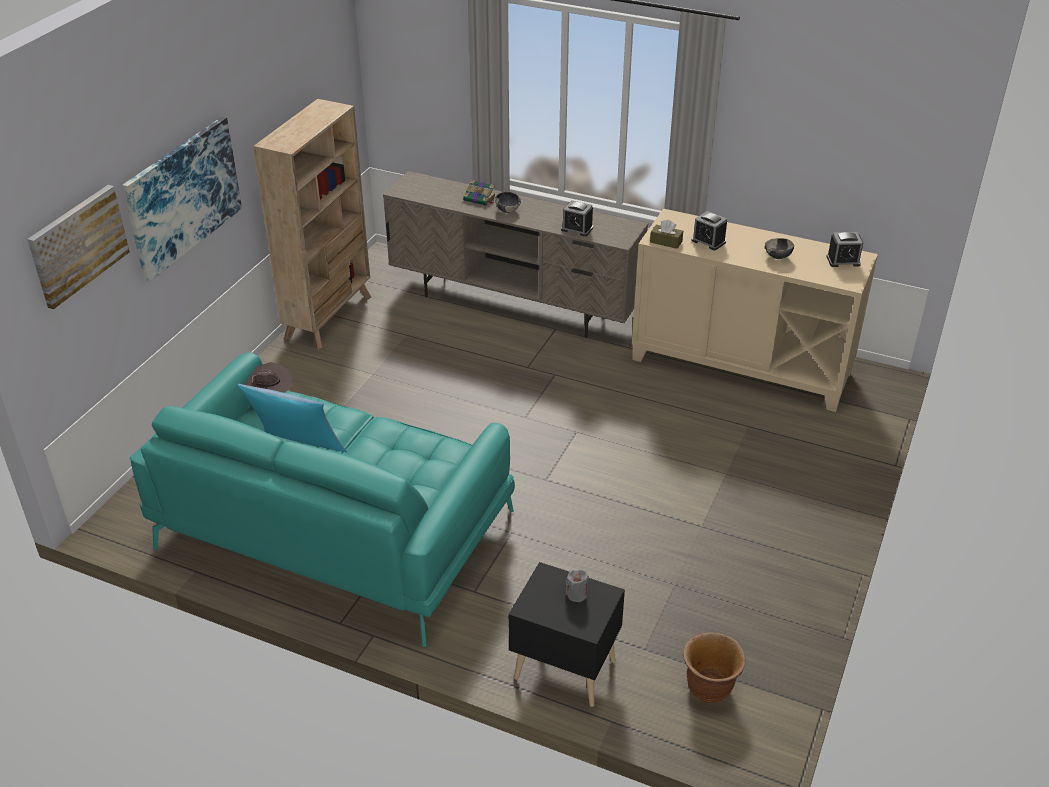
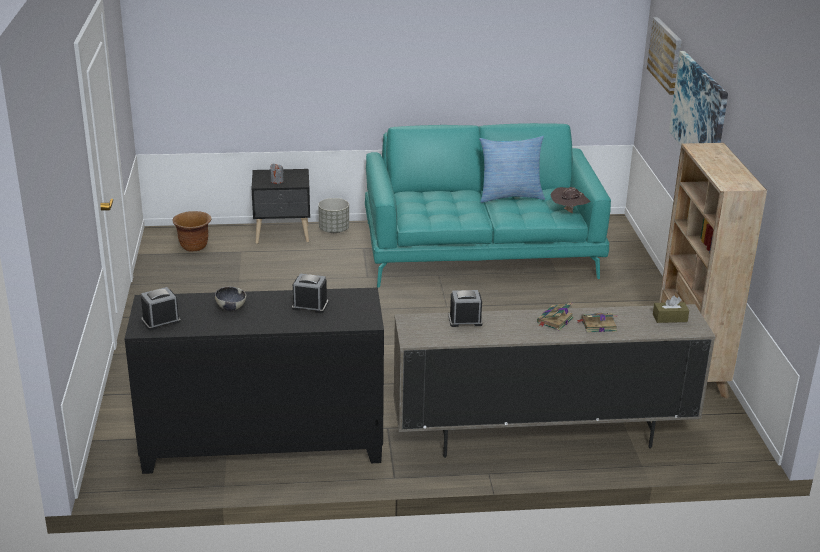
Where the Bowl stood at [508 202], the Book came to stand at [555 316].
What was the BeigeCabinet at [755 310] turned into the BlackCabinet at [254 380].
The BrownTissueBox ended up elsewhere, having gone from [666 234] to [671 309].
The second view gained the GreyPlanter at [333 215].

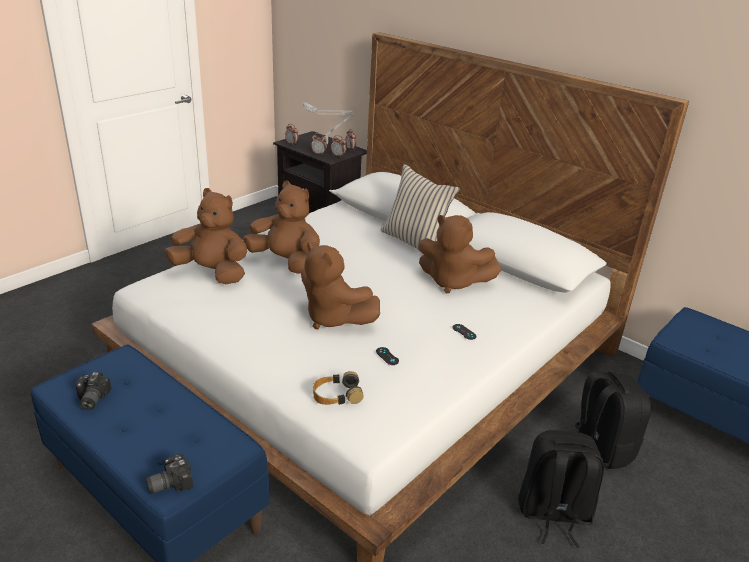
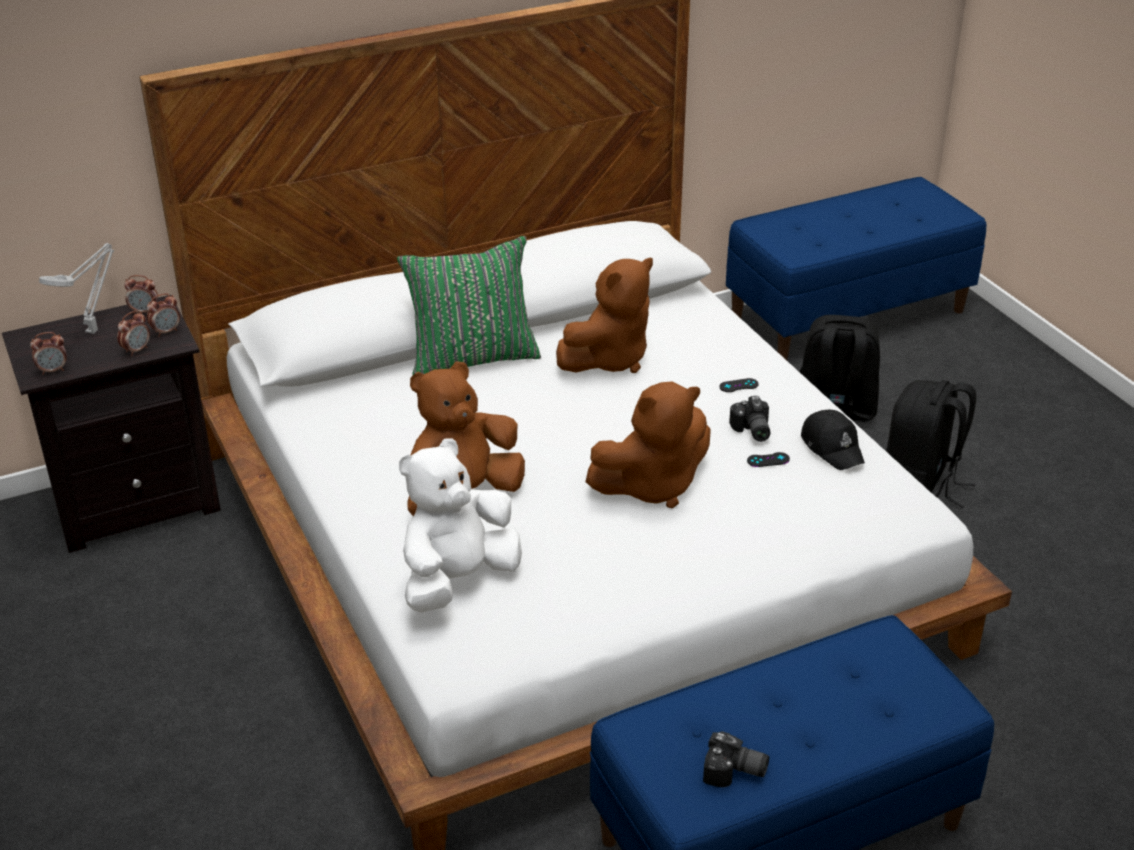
What was the BeigePillow at [420 207] turned into the GreenPillow at [469 305].
What was the BrownPlushToy at [205 236] turned into the WhitePlushToy at [460 525].
The second view lost the Headphones at [338 388].
The PhotoCamera ended up elsewhere, having gone from [169 474] to [749 419].
The second view gained the BlackCap at [833 440].

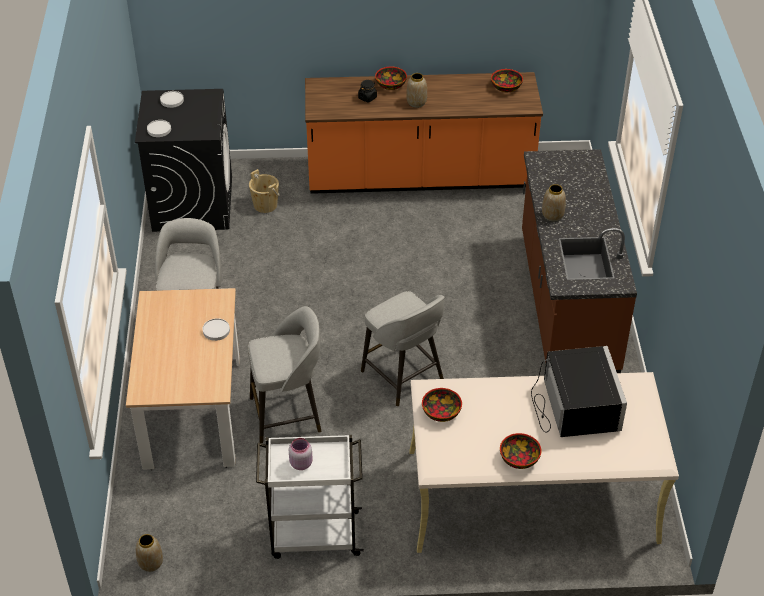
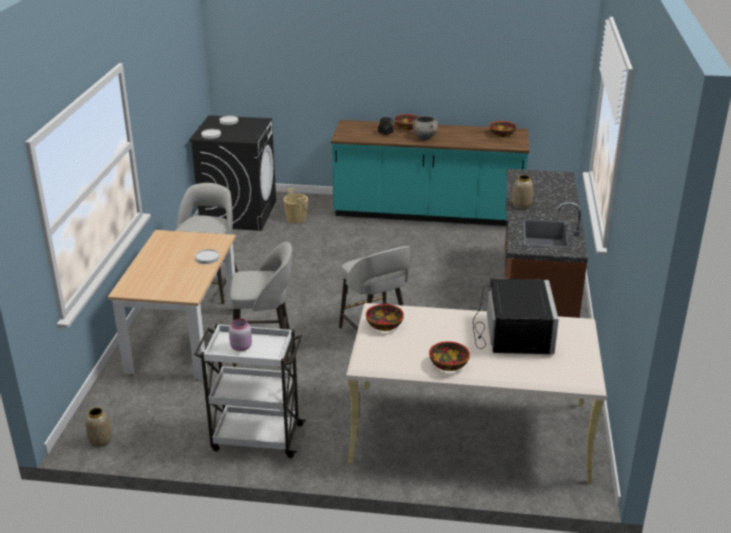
What was the OrangeCounter at [424 133] turned into the TurquoiseCounter at [430 173].
Where the Vase stood at [416 90], the GreyBowl came to stand at [425 128].

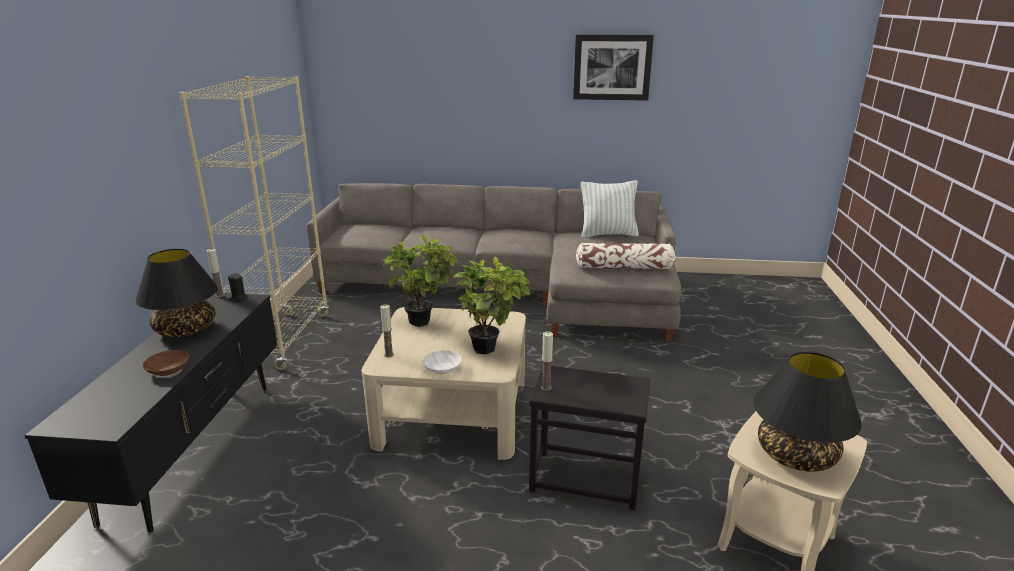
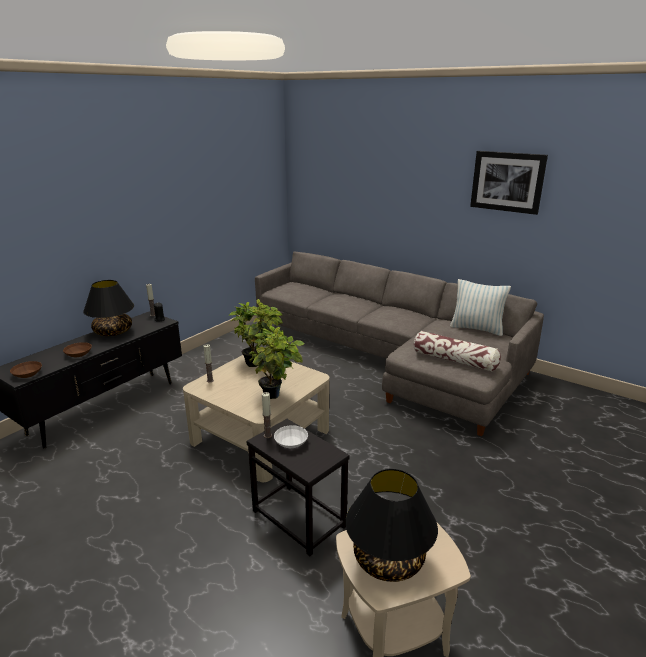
The second view lost the BeigeBookcase at [254 223].
The WhiteBowl ended up elsewhere, having gone from [442 362] to [291 436].
The second view gained the BrownBowl at [26 369].

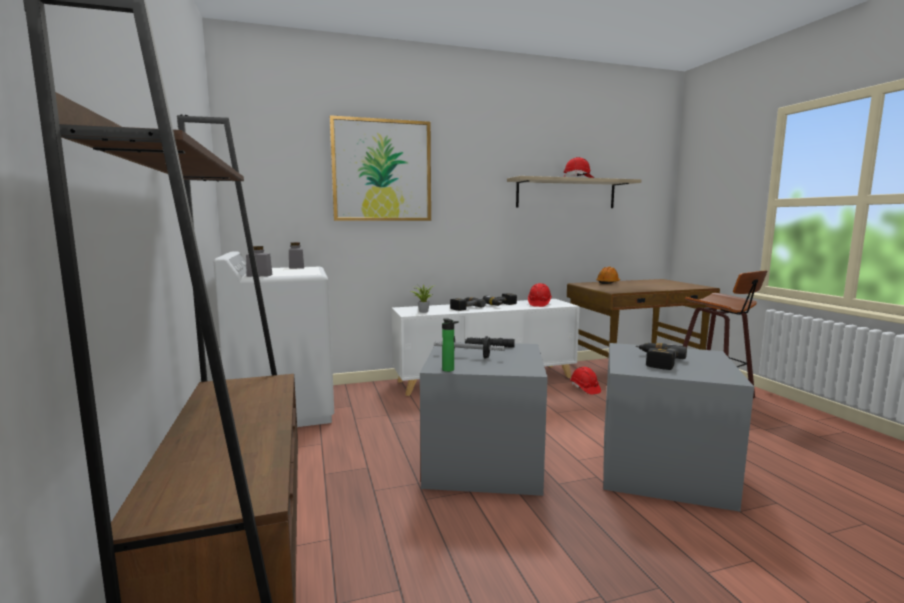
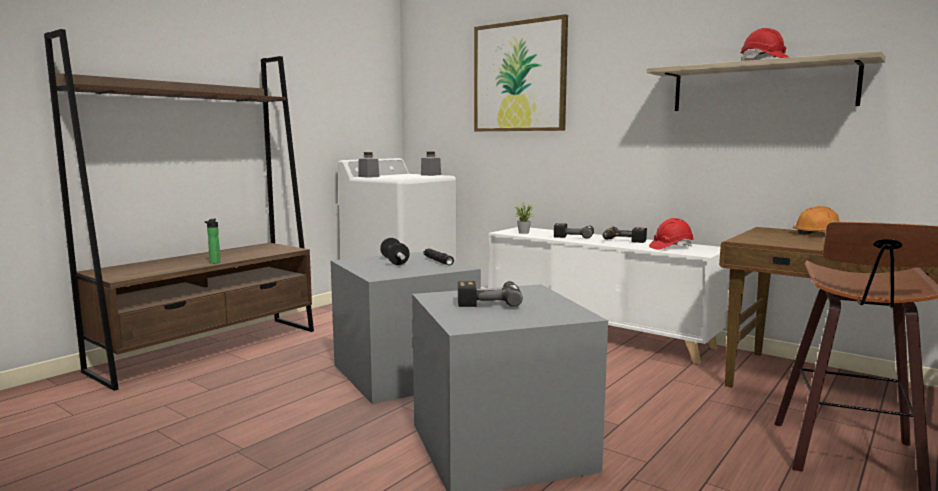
The Bottle ended up elsewhere, having gone from [450 345] to [213 241].
The second view lost the RedHardHat at [585 381].

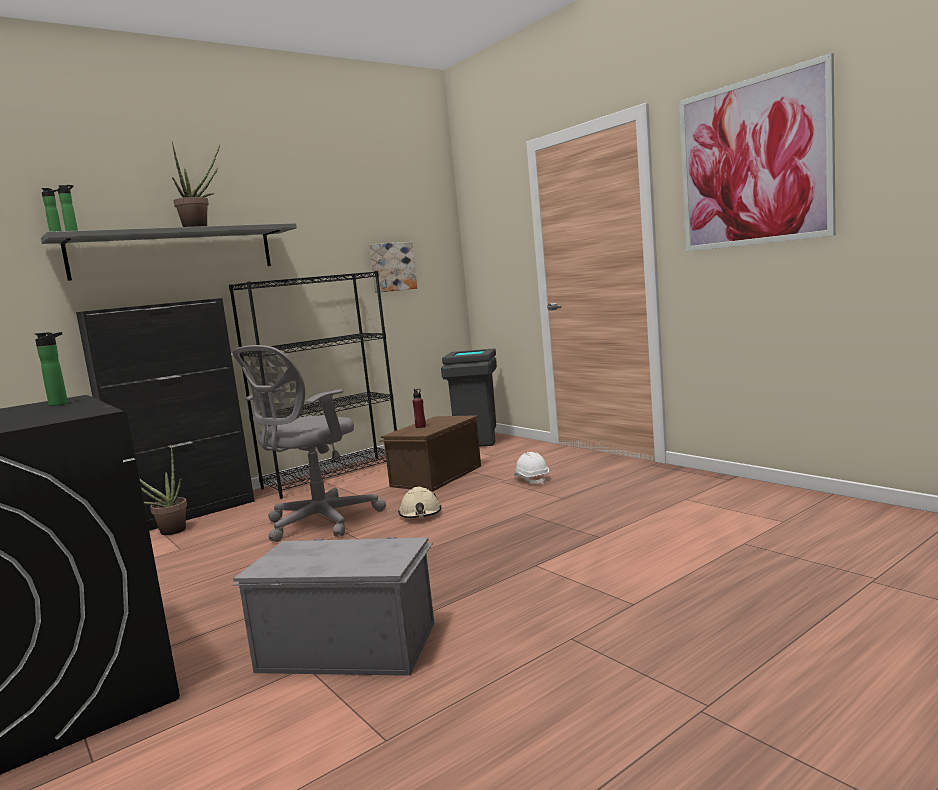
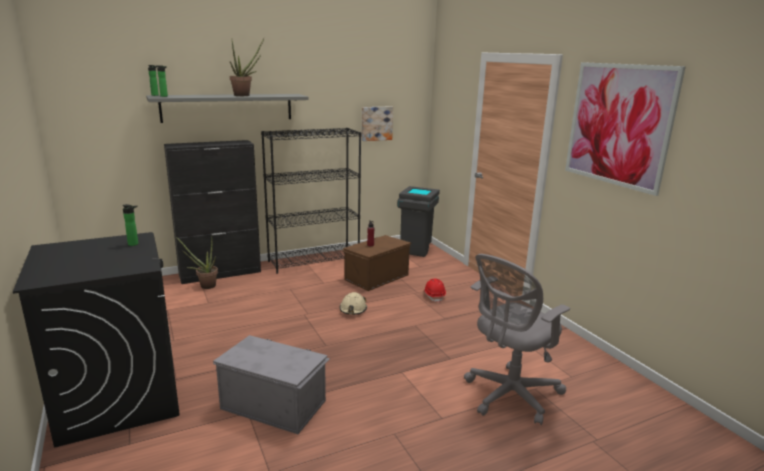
The GreyOfficeChair ended up elsewhere, having gone from [309 443] to [517 339].
What was the WhiteHardHat at [531 468] turned into the RedHardHat at [434 291].

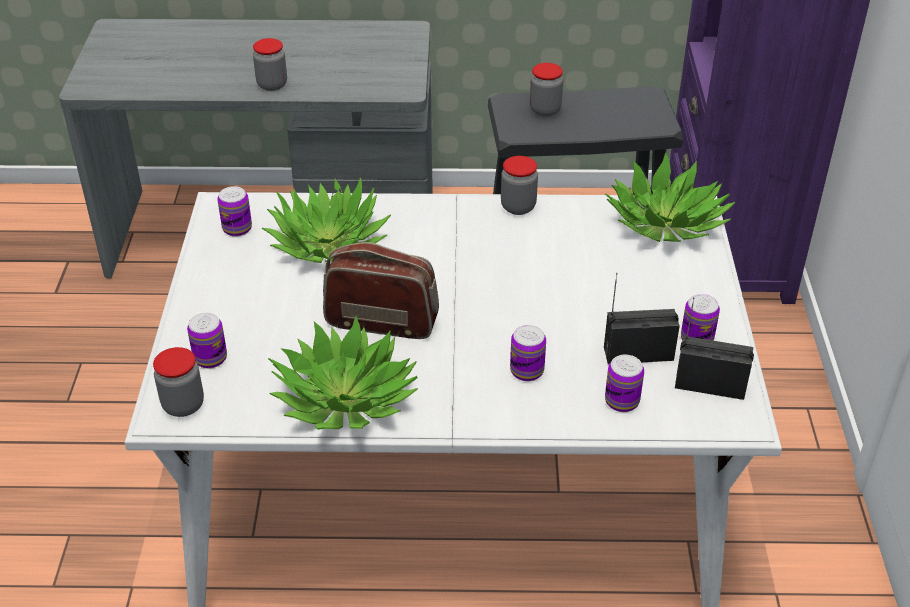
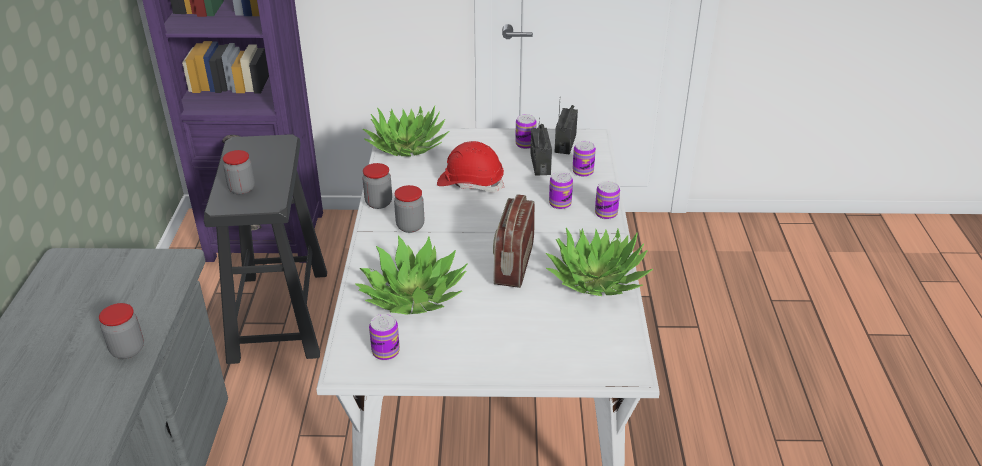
The Can ended up elsewhere, having gone from [207 341] to [607 200].
The Jar ended up elsewhere, having gone from [178 382] to [409 209].
The second view gained the RedHardHat at [470 166].

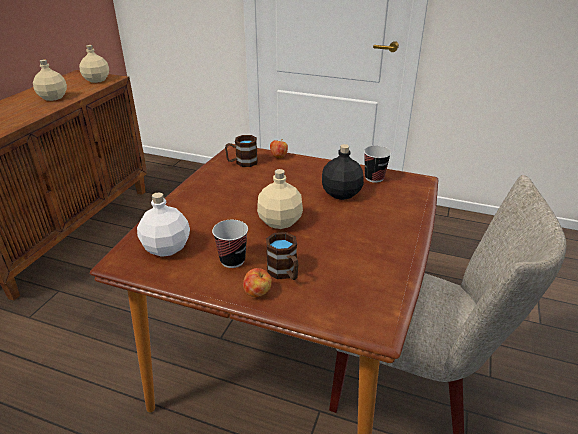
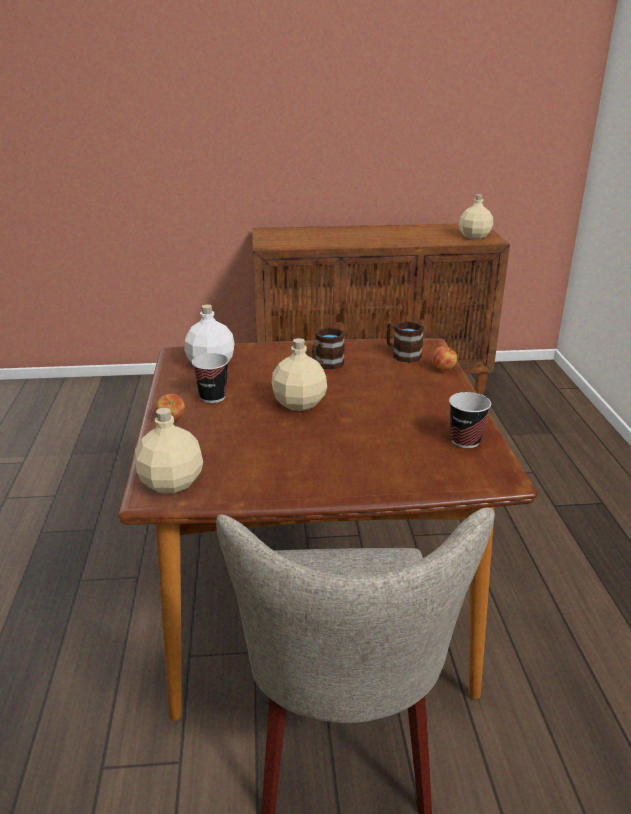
The BeigeBottle ended up elsewhere, having gone from [50 80] to [169 451].
The second view lost the BlackBottle at [343 172].
The BrownMug ended up elsewhere, having gone from [282 256] to [328 348].

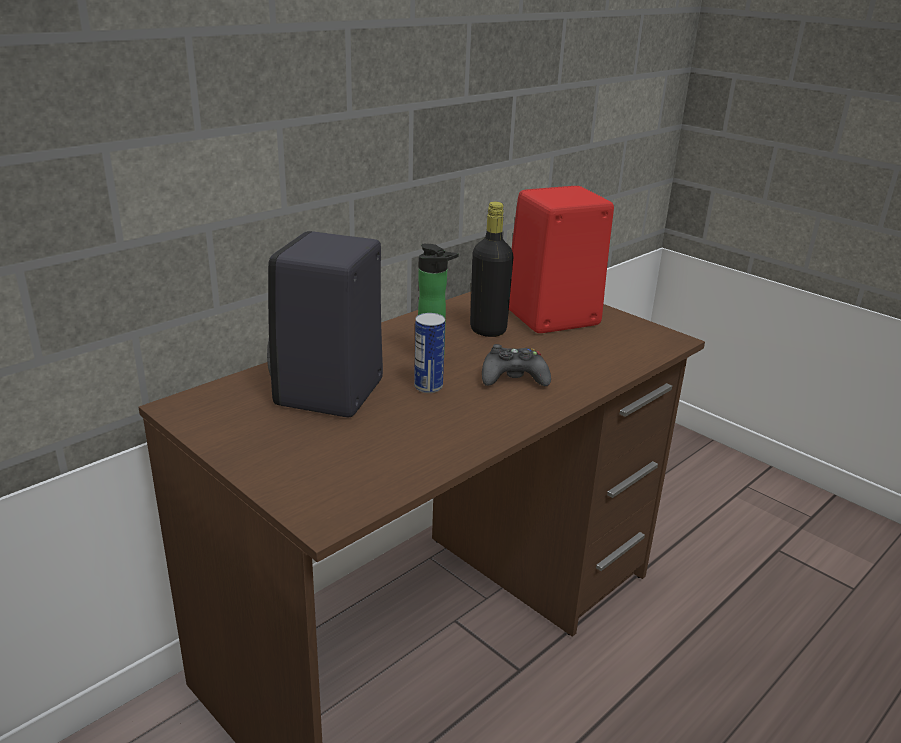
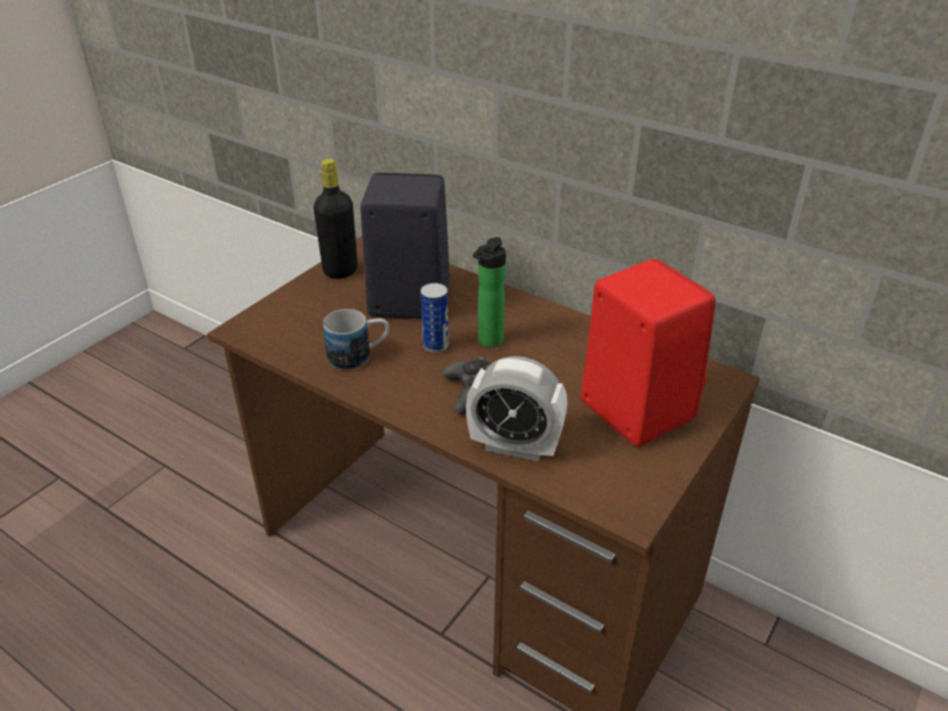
The BlackBottle ended up elsewhere, having gone from [491 269] to [336 219].
The second view gained the Mug at [356 339].
The second view gained the AlarmClock at [517 408].

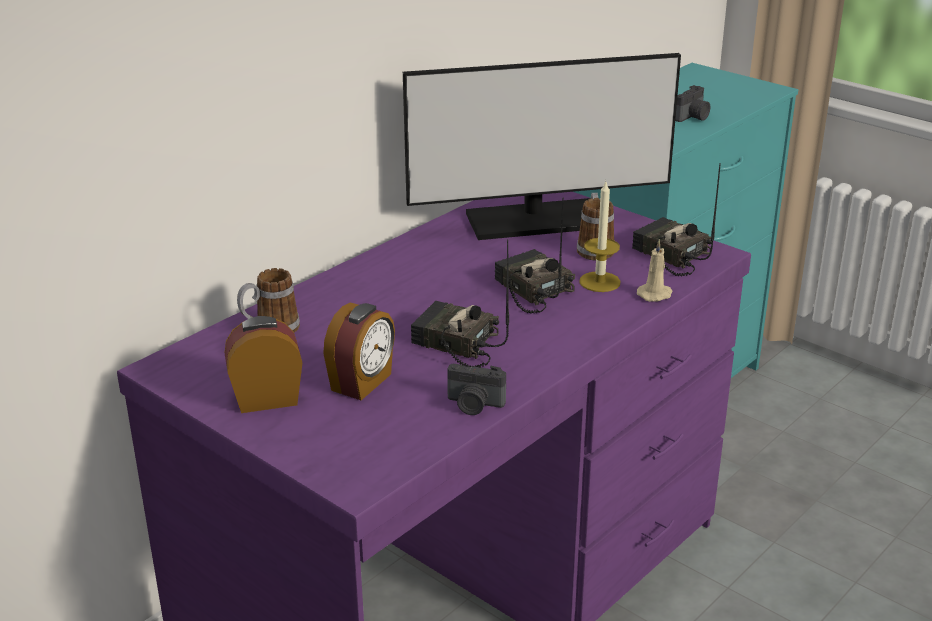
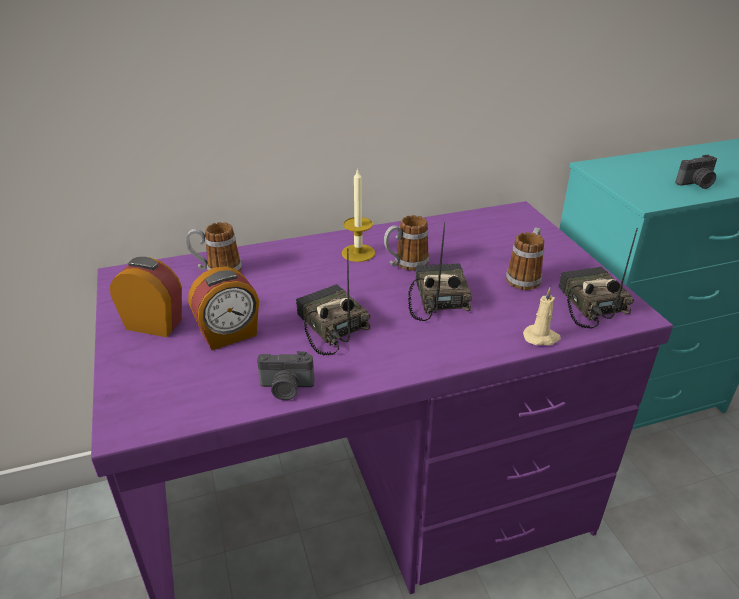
The second view lost the Monitor at [542 146].
The Candle ended up elsewhere, having gone from [600 237] to [358 215].
The PhotoCamera at [476 389] ended up facing another way, 45 degrees counterclockwise from before.
The second view gained the Mug at [406 243].

